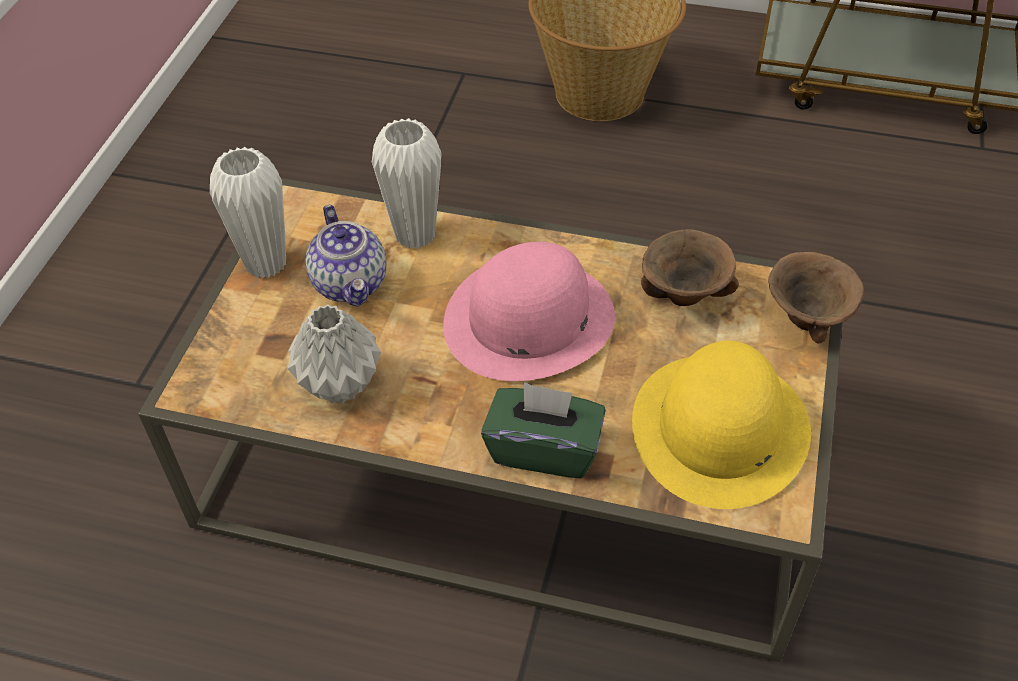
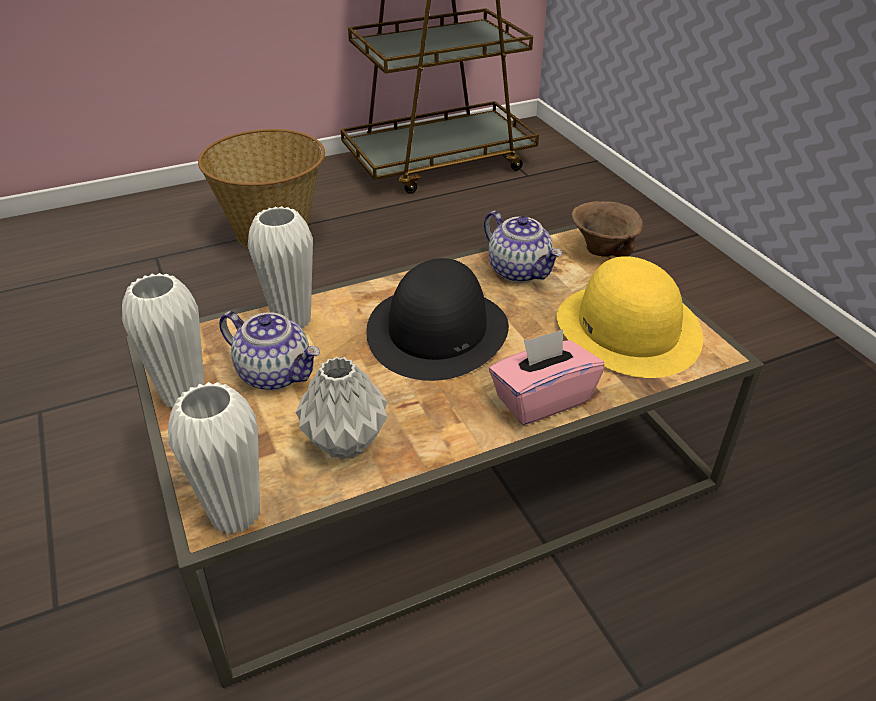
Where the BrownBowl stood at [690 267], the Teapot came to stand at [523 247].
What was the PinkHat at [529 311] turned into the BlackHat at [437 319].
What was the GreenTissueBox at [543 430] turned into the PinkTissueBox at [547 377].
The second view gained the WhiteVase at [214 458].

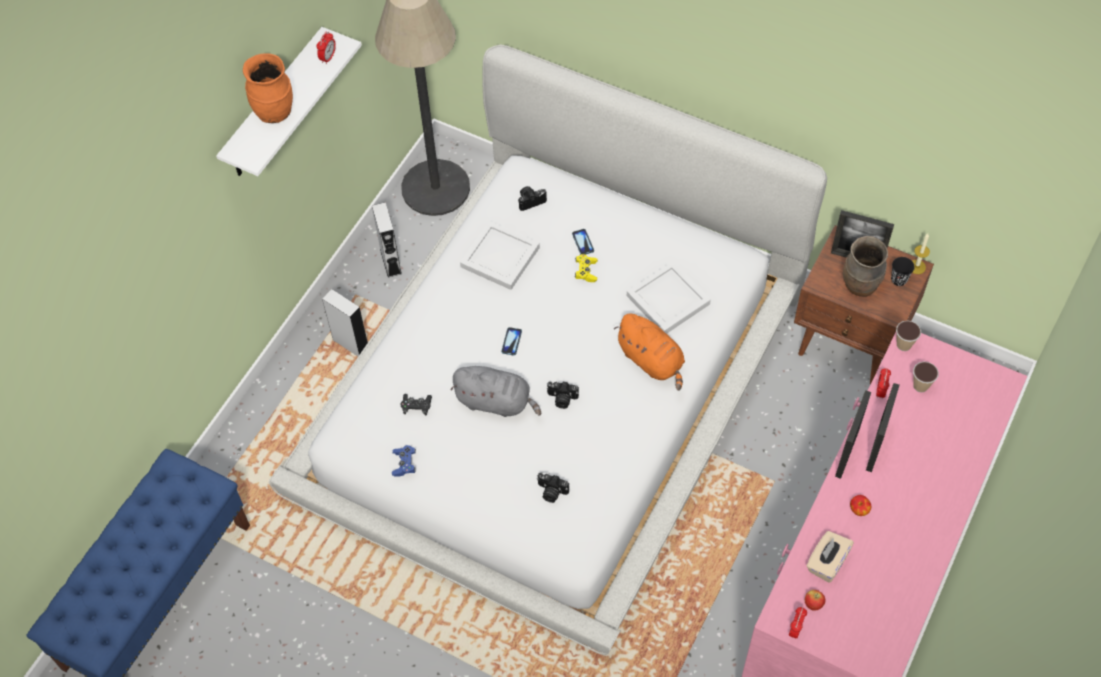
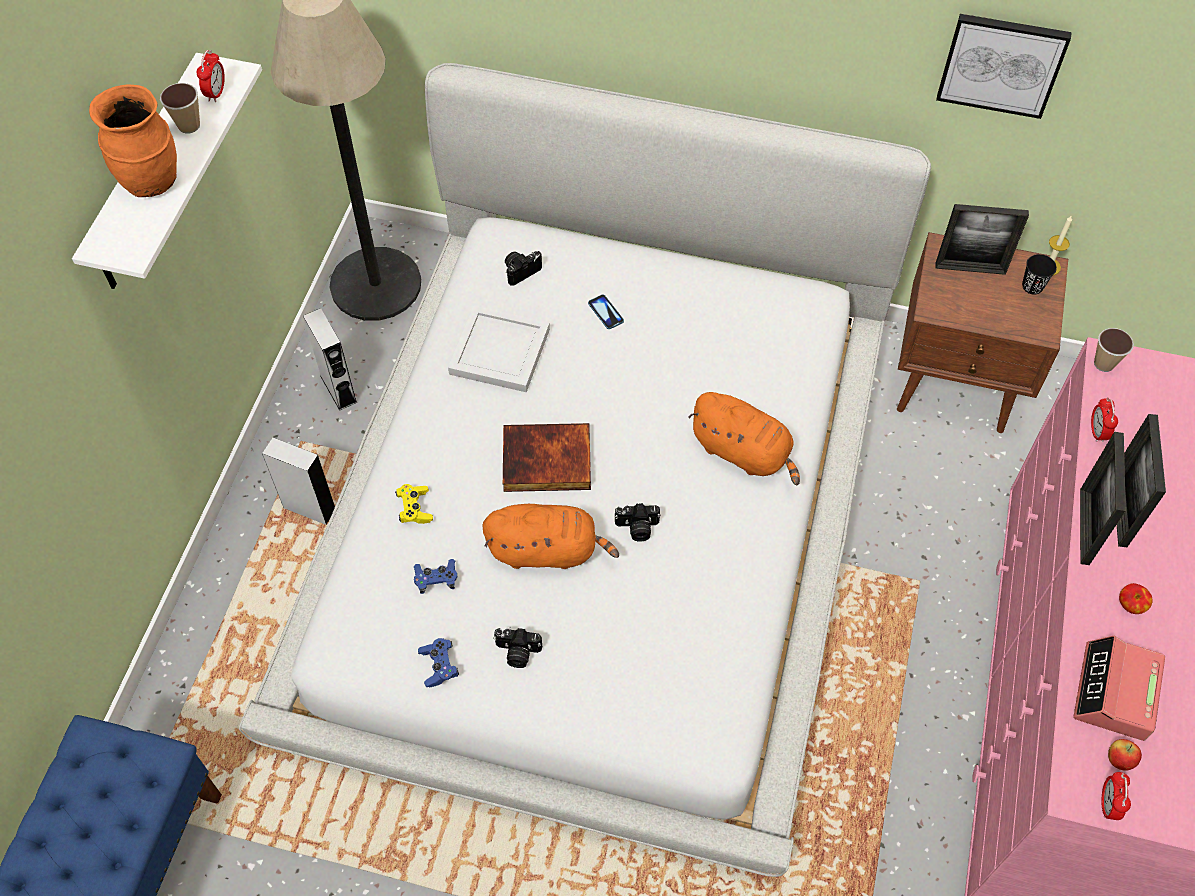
The second view lost the BrownVase at [865 266].
The YellowGameController ended up elsewhere, having gone from [586 268] to [414 504].
The second view lost the WhiteTray at [669 297].
Where the Phone stood at [511 341], the Book came to stand at [547 457].
The Cup ended up elsewhere, having gone from [926 377] to [180 108].
What was the GreyPlushToy at [496 391] turned into the OrangePlushToy at [551 536].
What was the BlackGameController at [416 404] turned into the BlueGameController at [435 576].
The PhotoCamera ended up elsewhere, having gone from [553 487] to [517 647].
Where the BeigeTissueBox stood at [830 557], the AlarmClock came to stand at [1119 688].
The second view gained the Picture at [1004 66].

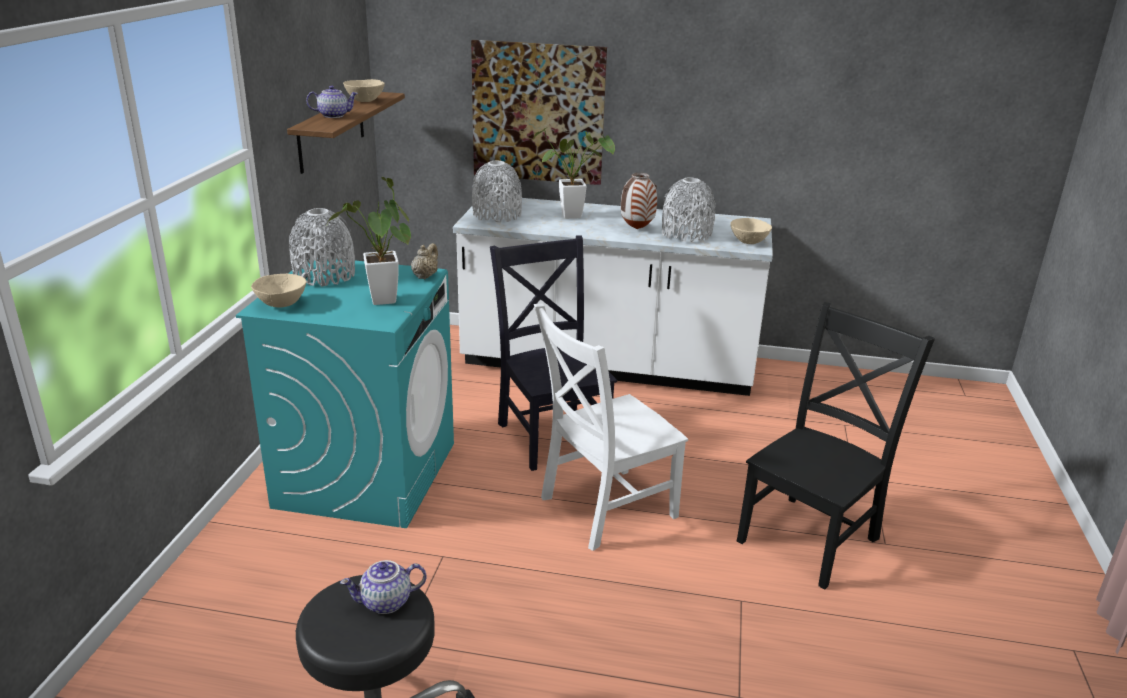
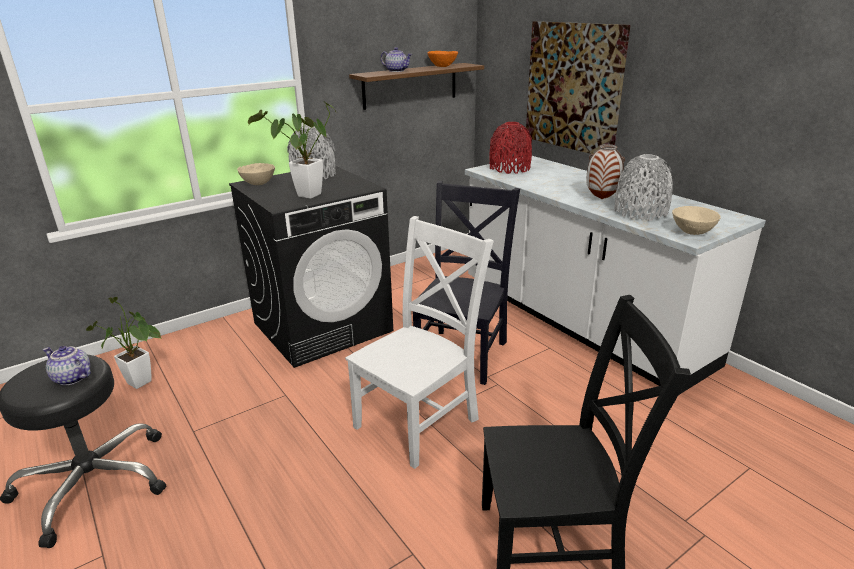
What was the BeigeBowl at [364 90] turned into the OrangeBowl at [442 59].
The PottedPlant ended up elsewhere, having gone from [574 174] to [124 343].
What was the GreyVase at [497 191] turned into the RedVase at [510 148].
The second view lost the BeigeTeapot at [424 261].
What was the TurquoiseWashingMachine at [345 393] turned into the BlackWashingMachine at [311 267].
The WhiteChair at [611 427] ended up facing another way, 120 degrees clockwise from before.

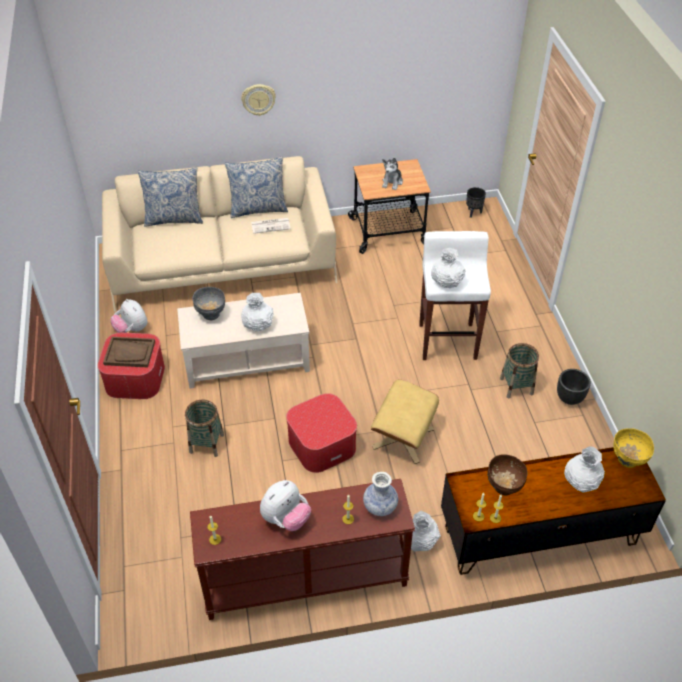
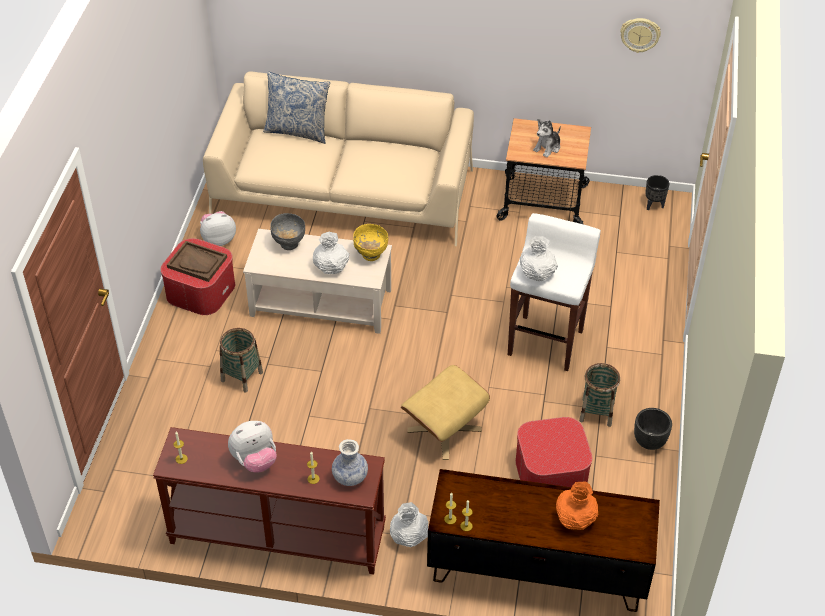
The WallClock ended up elsewhere, having gone from [258 100] to [640 35].
The second view lost the Pillow at [256 187].
The second view lost the Newspaper at [271 226].
The PlushToy at [129 316] ended up facing another way, 90 degrees clockwise from before.
The Ottoman ended up elsewhere, having gone from [321 433] to [553 452].
The YellowBowl ended up elsewhere, having gone from [633 448] to [370 242].
What was the WhiteVase at [584 469] turned into the OrangeVase at [577 505].
The second view lost the BrownBowl at [507 474].

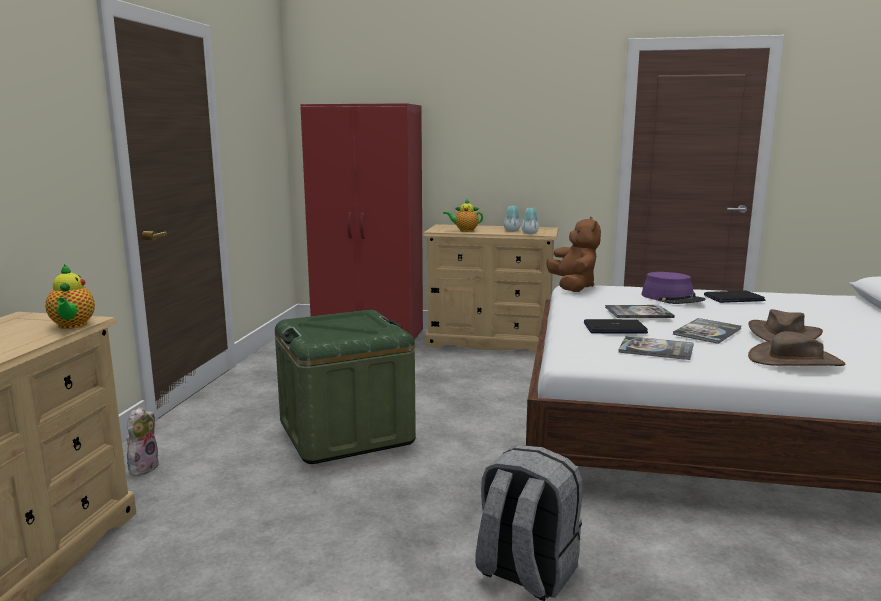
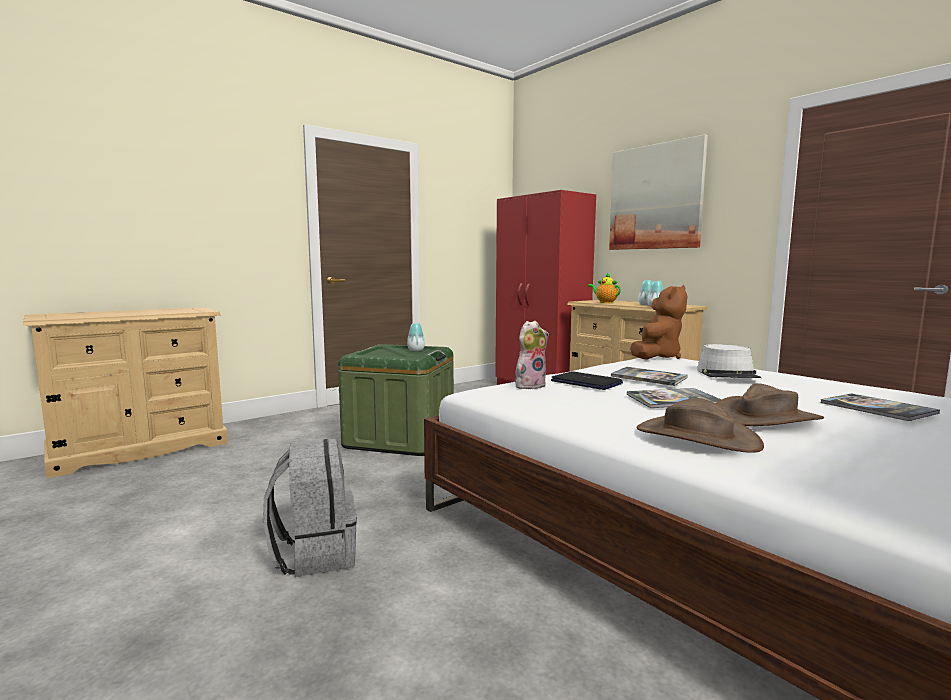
The second view lost the Teapot at [70 296].
What was the PurpleHat at [673 288] turned into the GreyHat at [729 361].
The second view lost the Laptop at [734 297].
The Book ended up elsewhere, having gone from [656 348] to [880 407].
The PlushToy ended up elsewhere, having gone from [142 441] to [532 355].
The second view gained the Picture at [658 192].
The second view gained the Vase at [416 337].

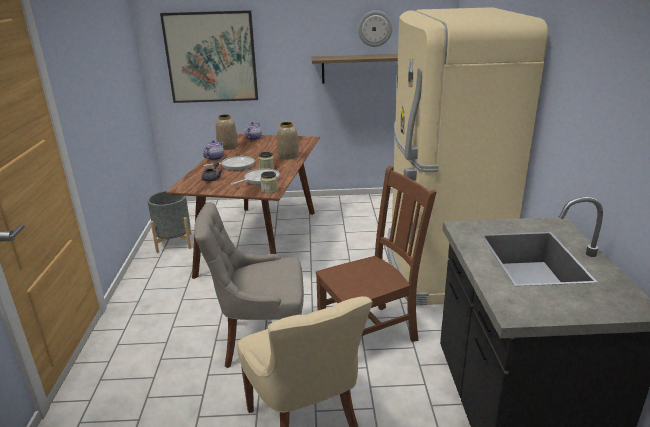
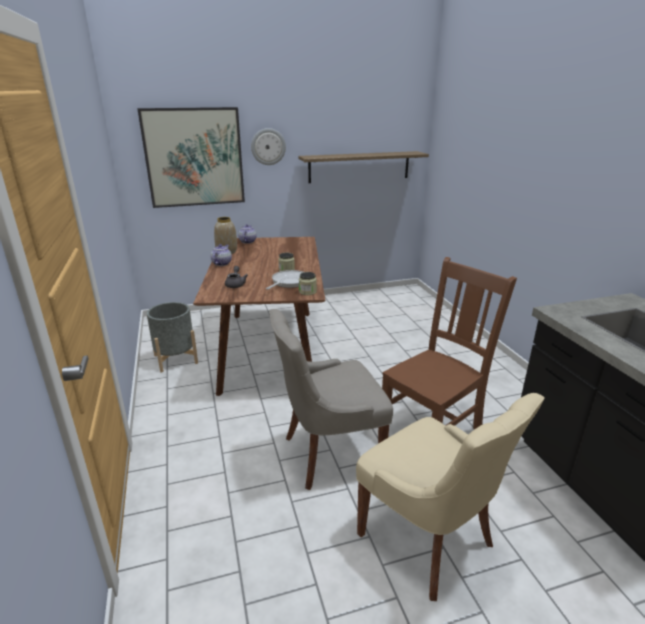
The second view lost the BeigeFridge at [467 156].
The WallClock ended up elsewhere, having gone from [375 29] to [268 146].
The second view lost the Vase at [288 140].
The second view lost the FryingPan at [229 163].

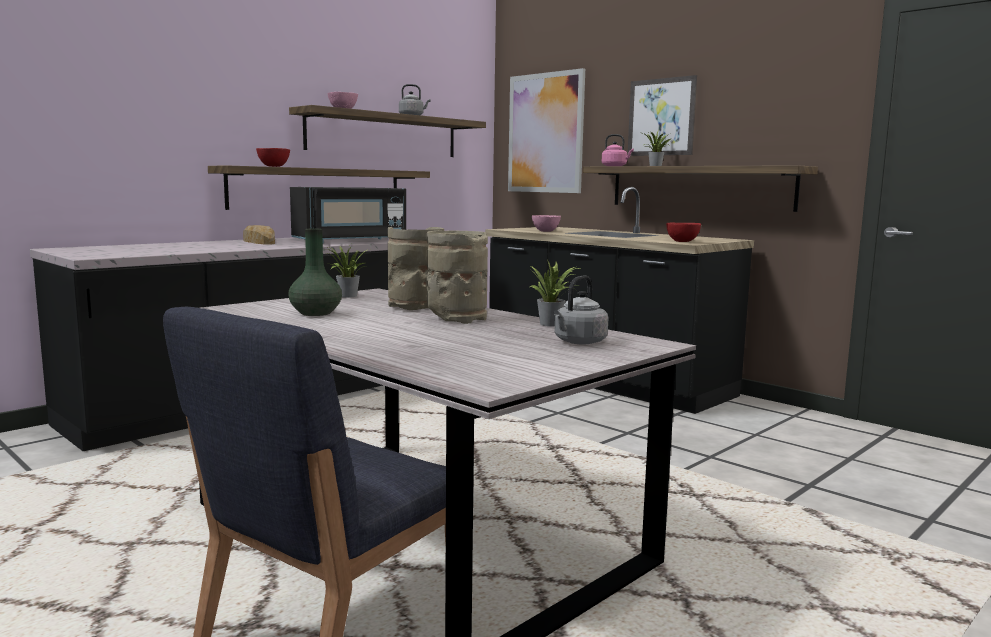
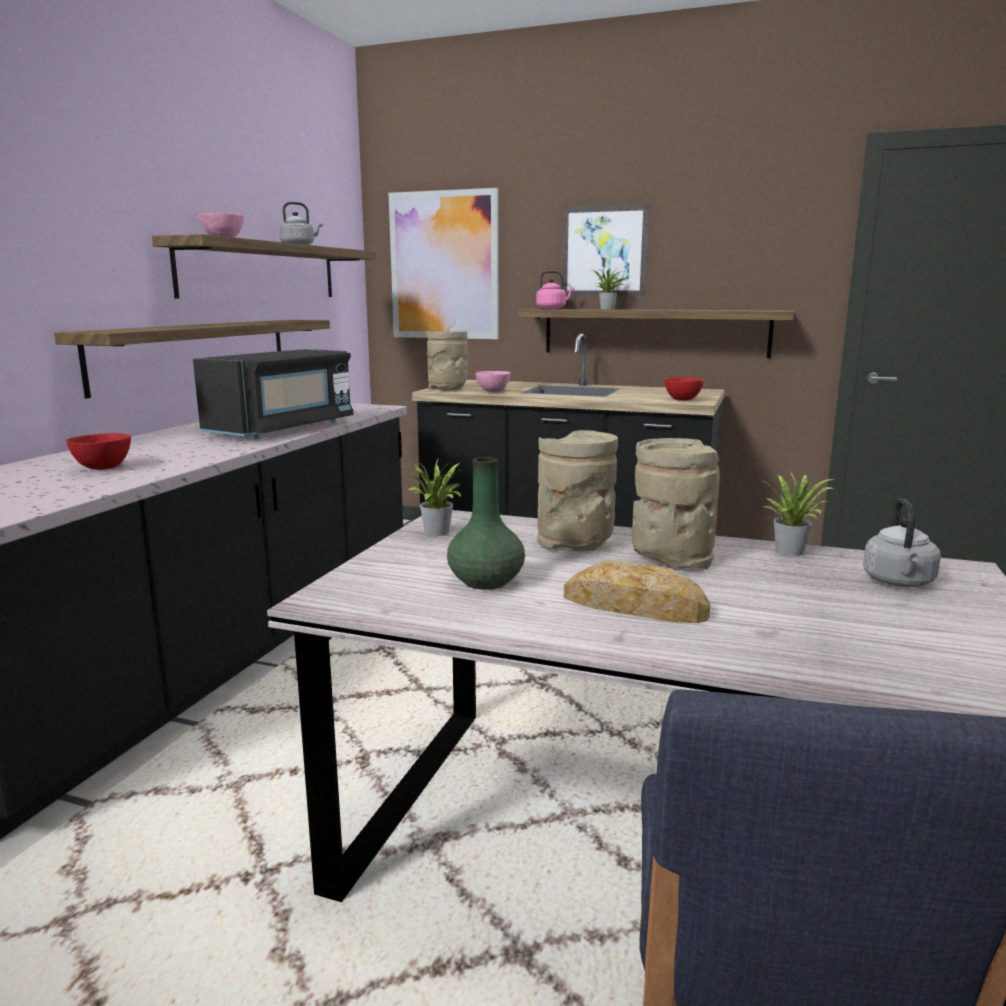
The RedBowl ended up elsewhere, having gone from [273 157] to [98 451].
The Bread ended up elsewhere, having gone from [259 234] to [637 591].
The second view gained the BeigeVase at [447 360].

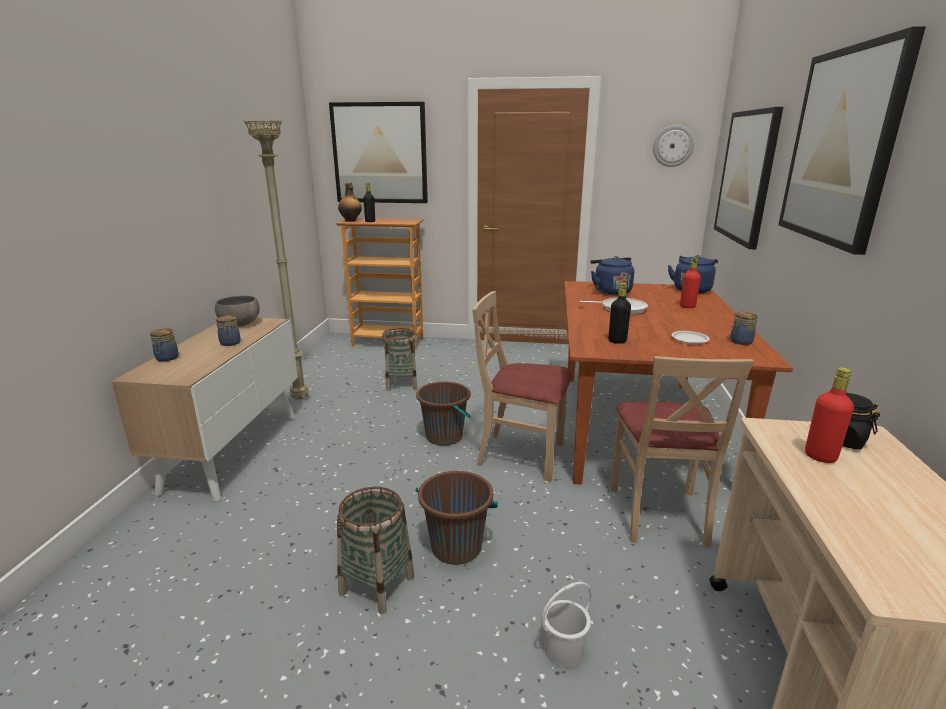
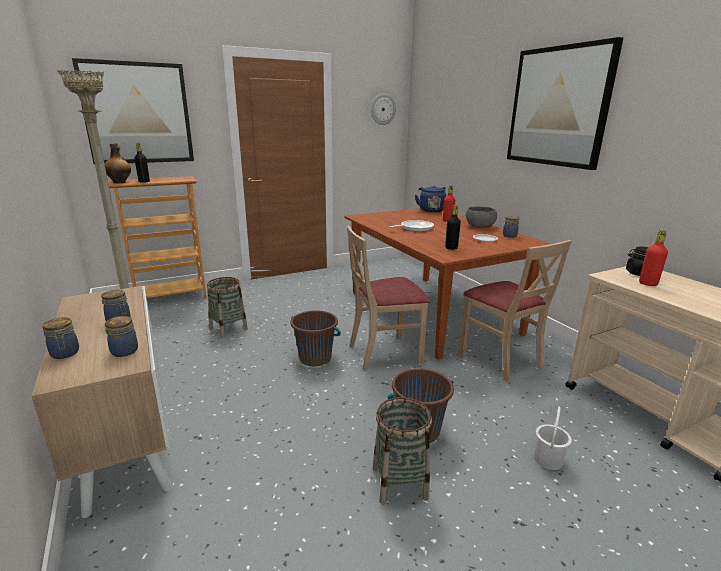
The second view lost the Picture at [748 178].
The second view lost the BlueKettle at [612 275].
The GreyBowl ended up elsewhere, having gone from [237 311] to [481 217].
The second view gained the Jar at [121 336].

